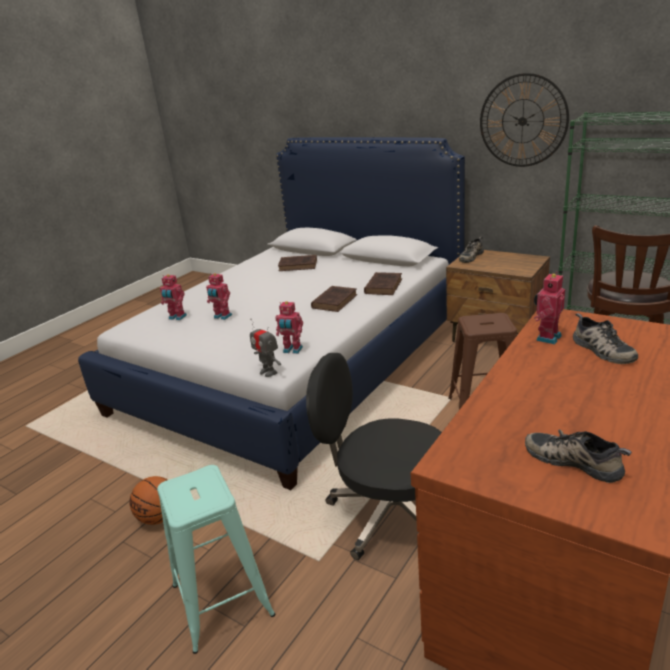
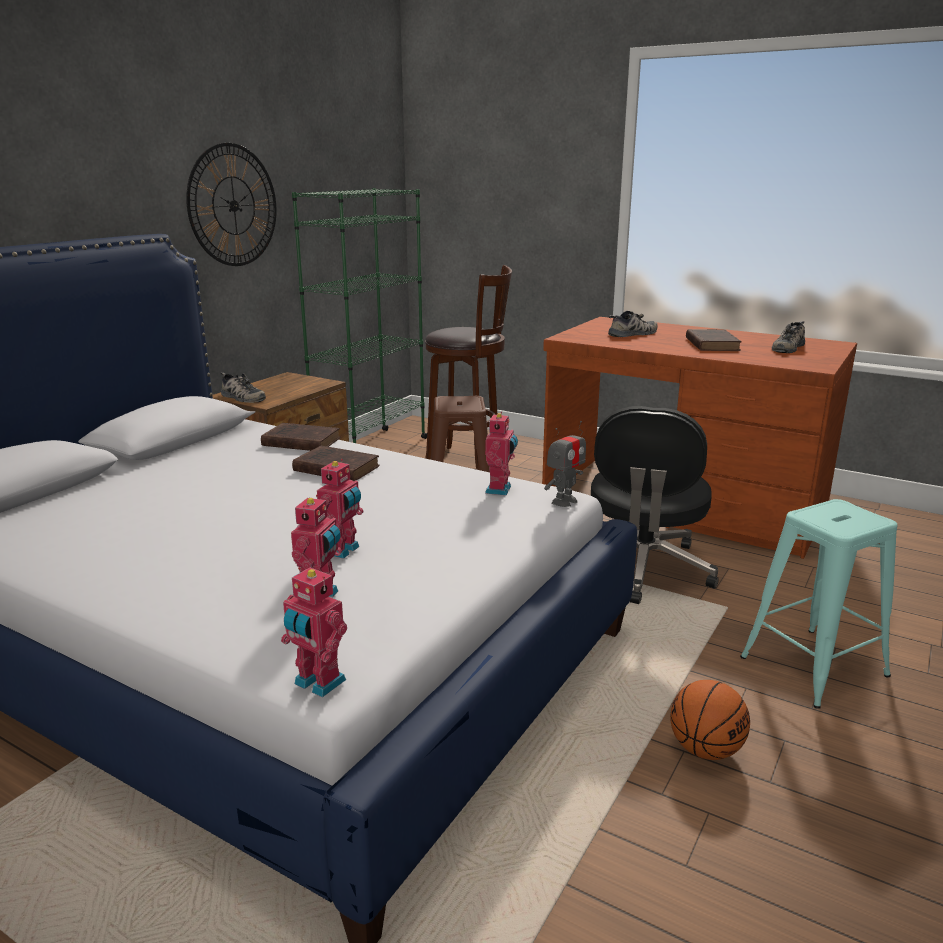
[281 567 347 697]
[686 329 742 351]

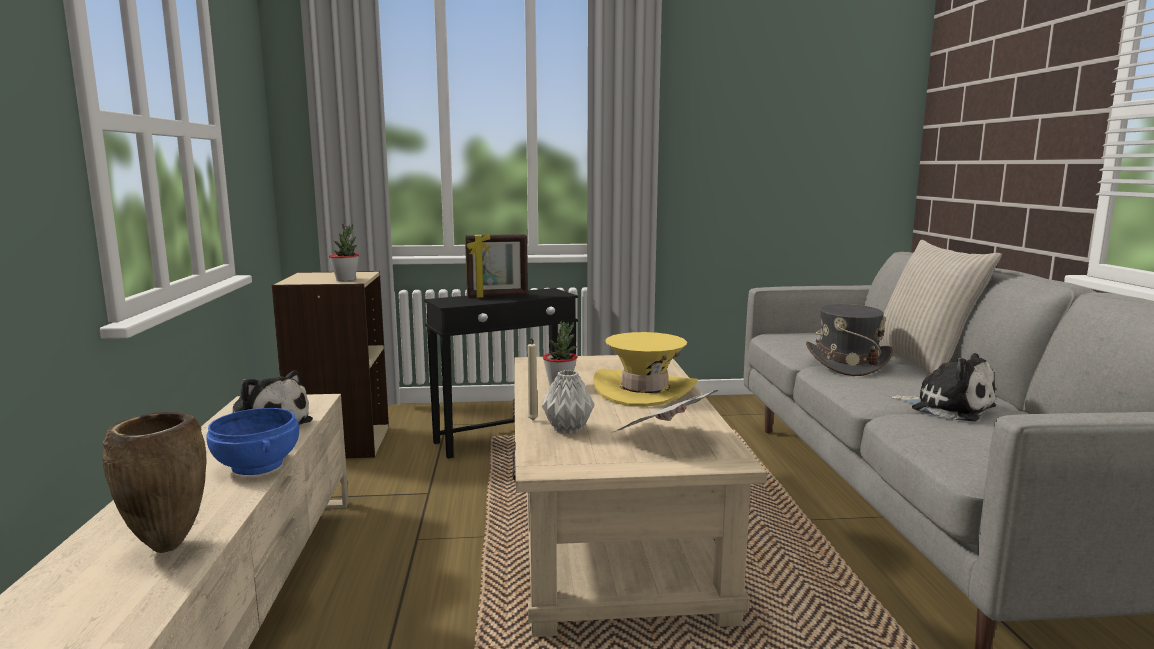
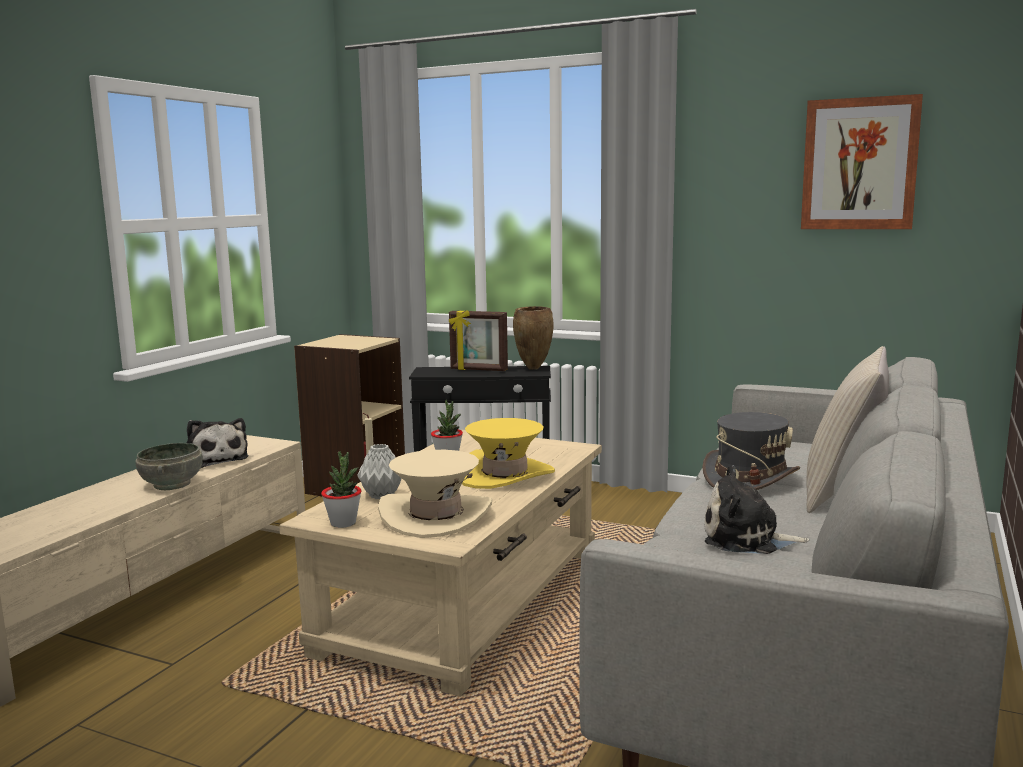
[136 443 203 490]
[321 451 361 528]
[378 450 492 538]
[513 306 554 370]
[704 465 810 554]
[801 94 923 229]

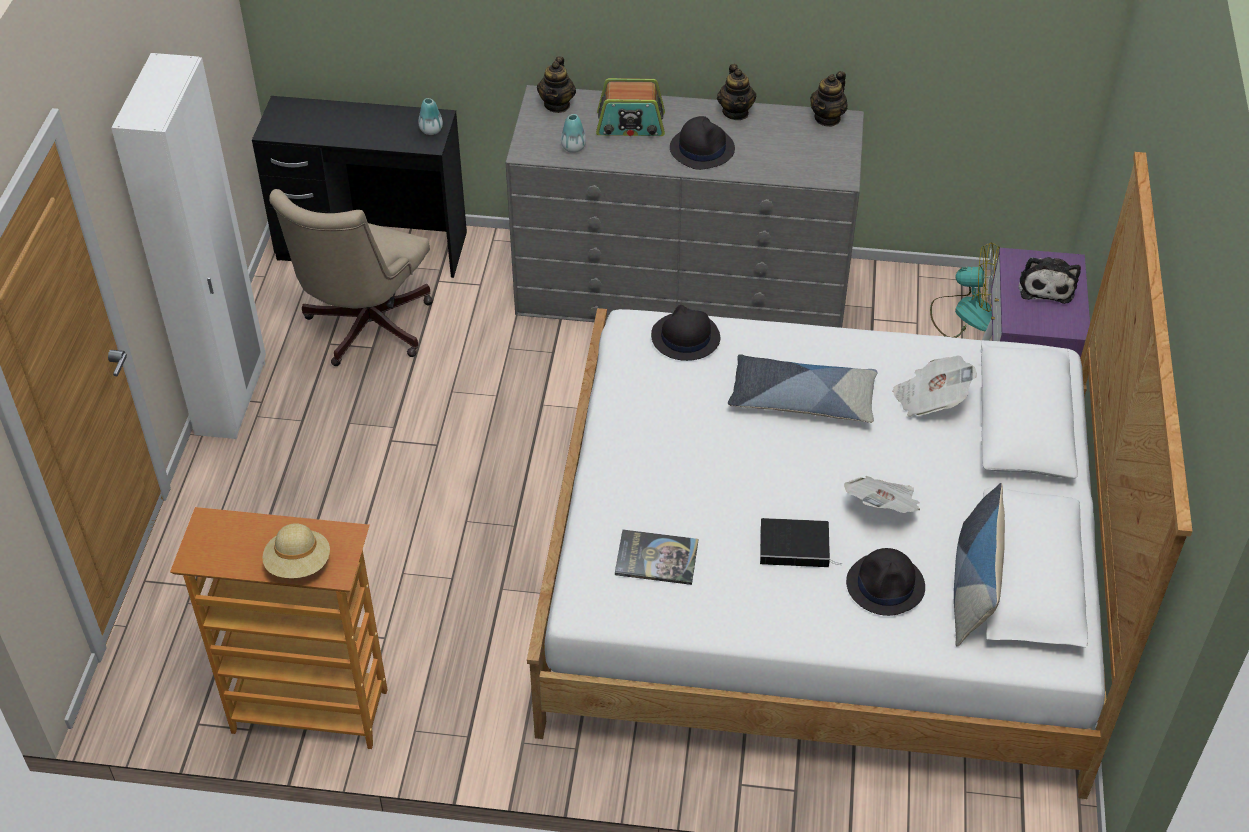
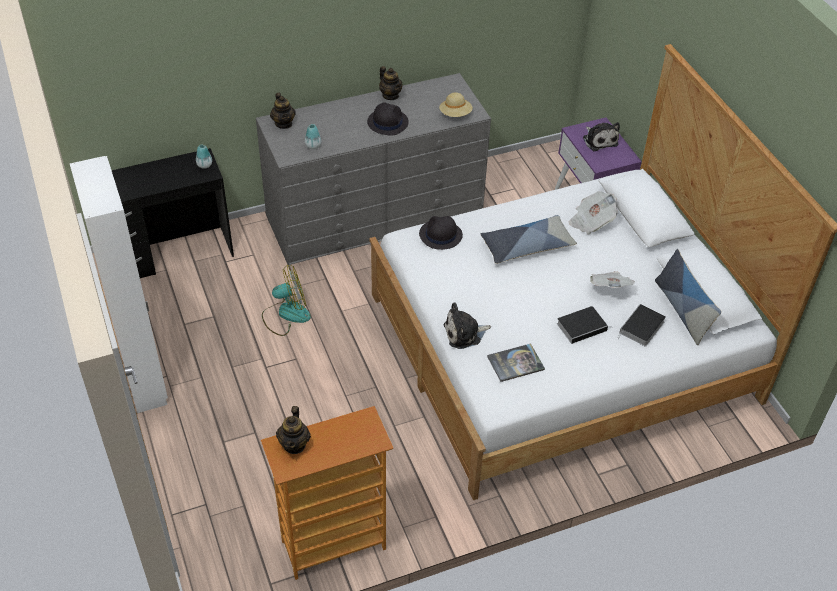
[262 265 311 336]
[276 406 311 454]
[439 92 473 117]
[443 303 491 349]
[617 304 666 347]
[269 189 433 366] (first image)
[596 78 665 136] (first image)

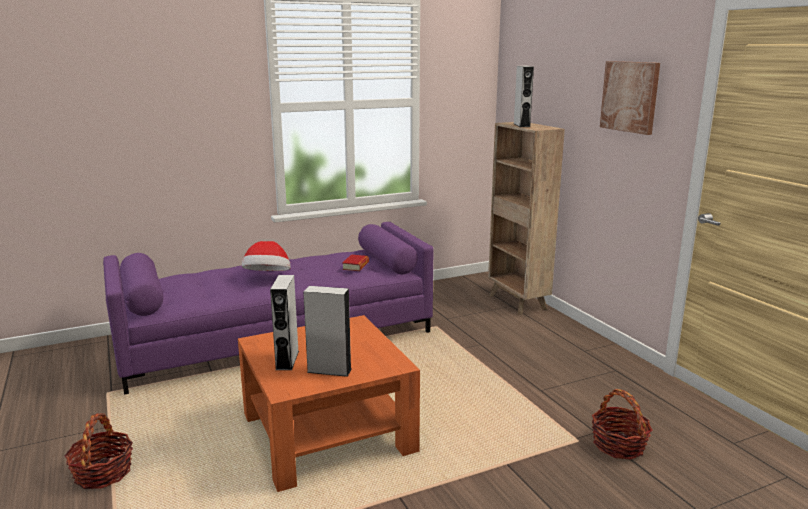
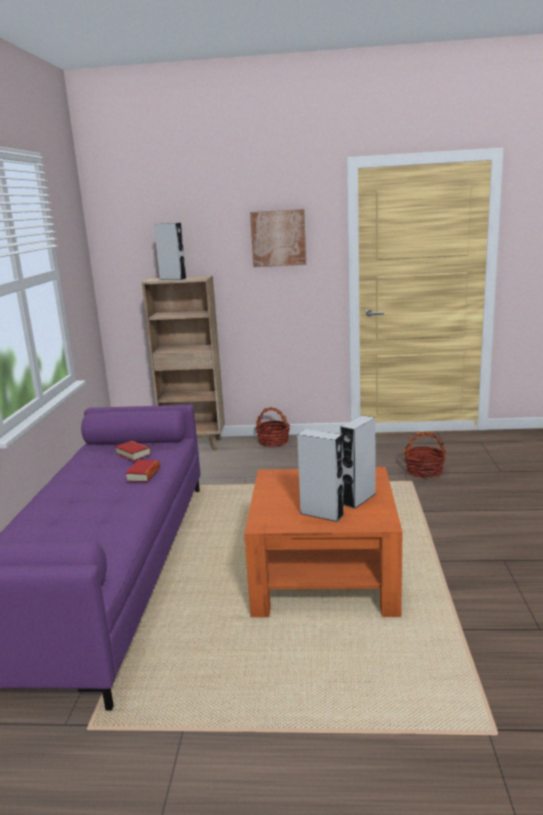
[125 460 160 482]
[255 407 290 447]
[242 241 291 271] (first image)

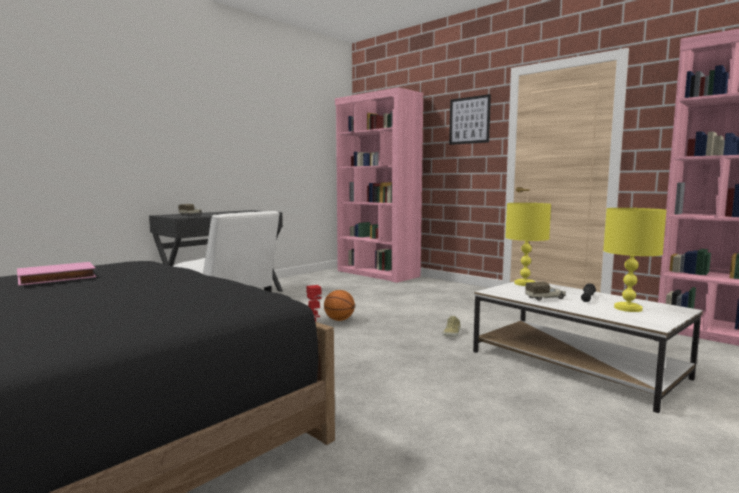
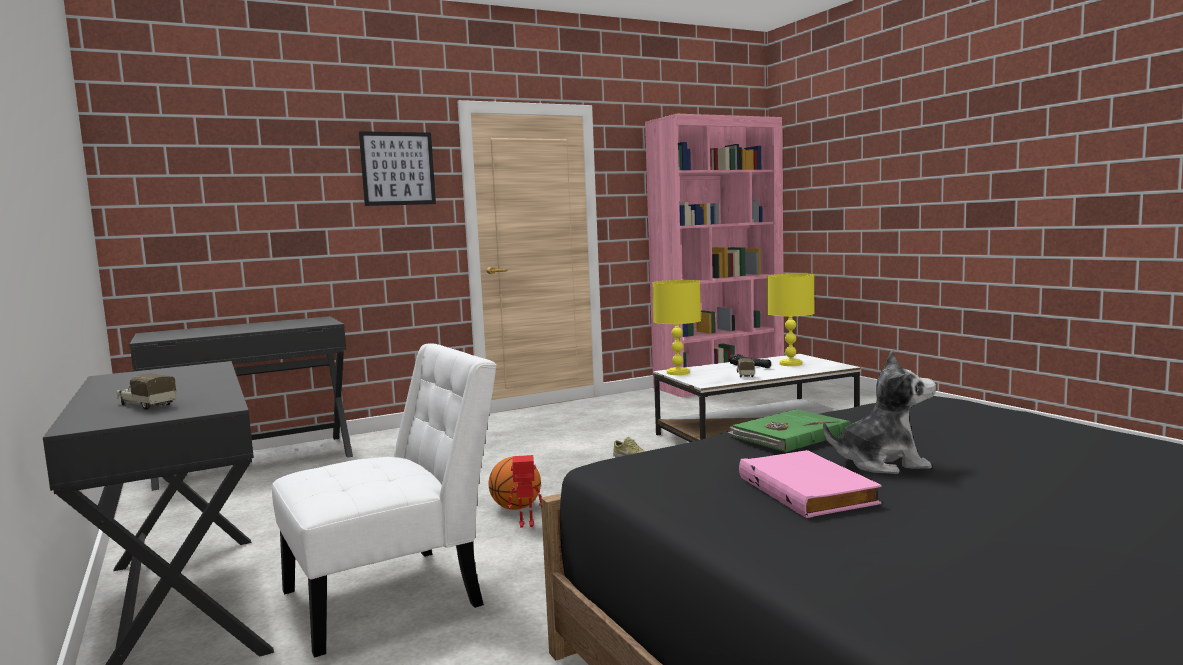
[130 316 353 491]
[727 409 851 452]
[823 350 936 474]

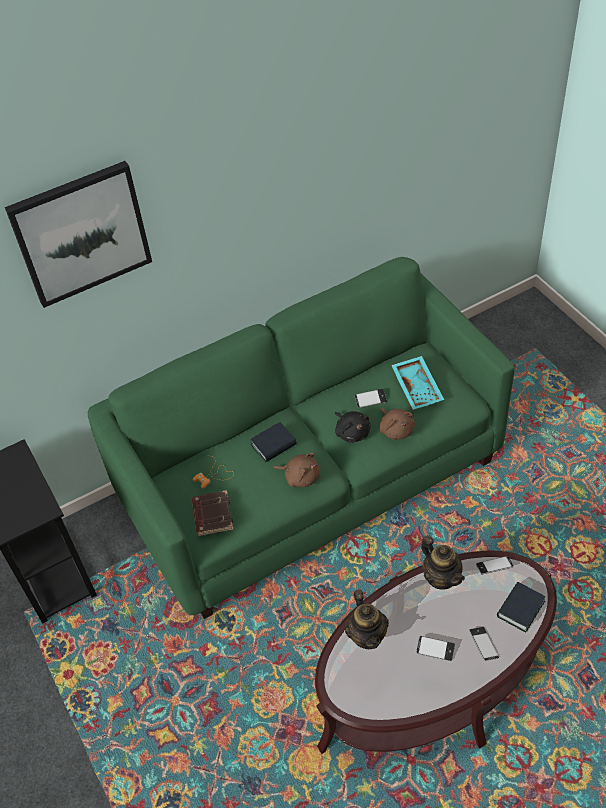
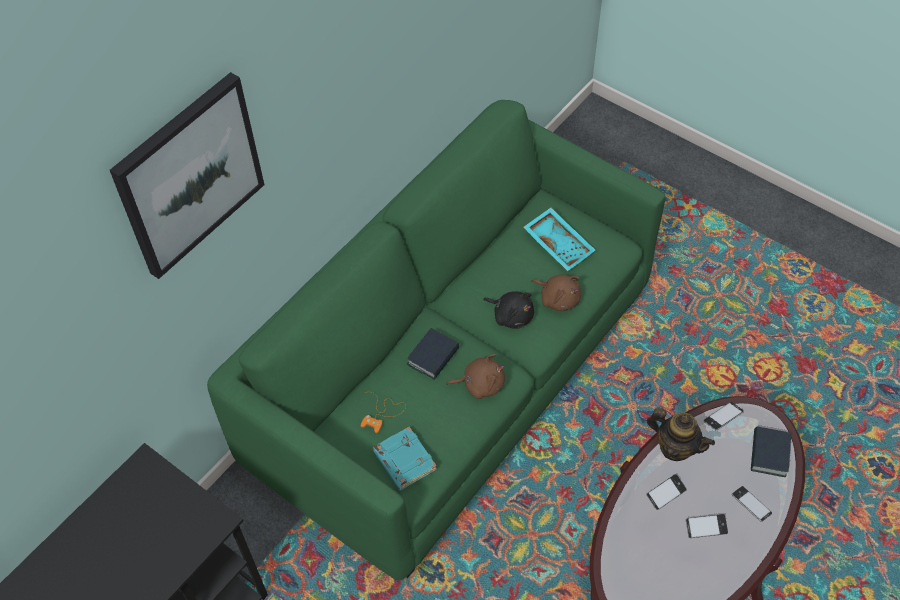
[373 427 437 490]
[646 474 687 510]
[345 590 389 649] (first image)

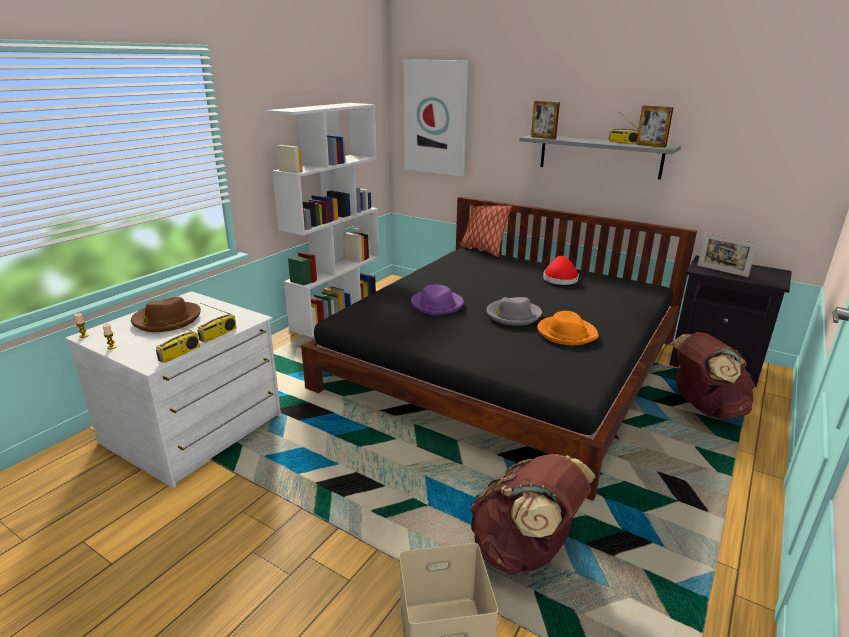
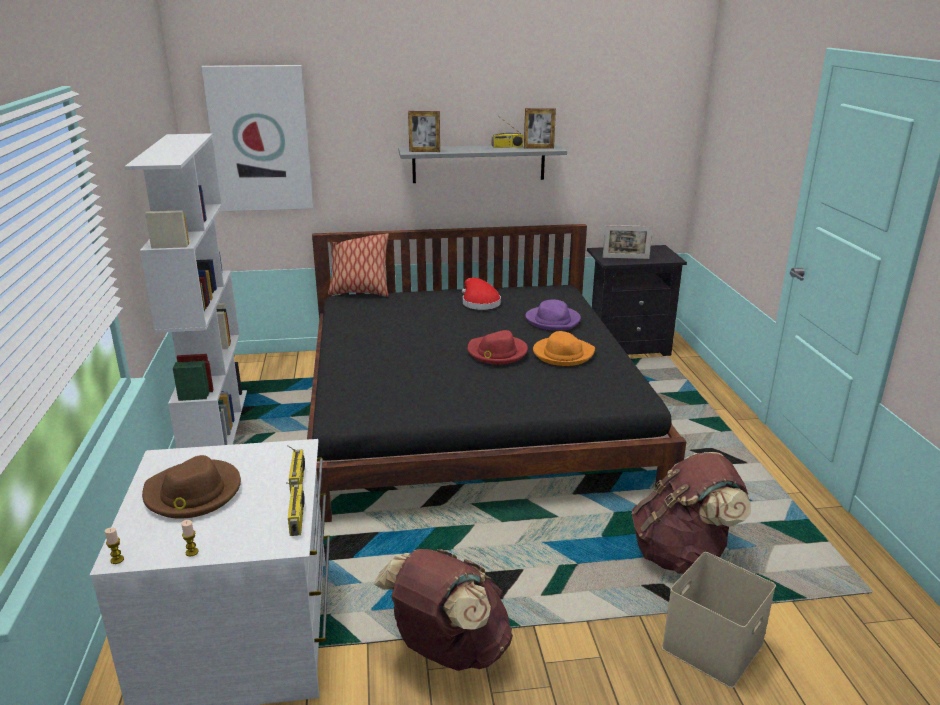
[374 549 513 671]
[467 330 528 364]
[526 299 581 330]

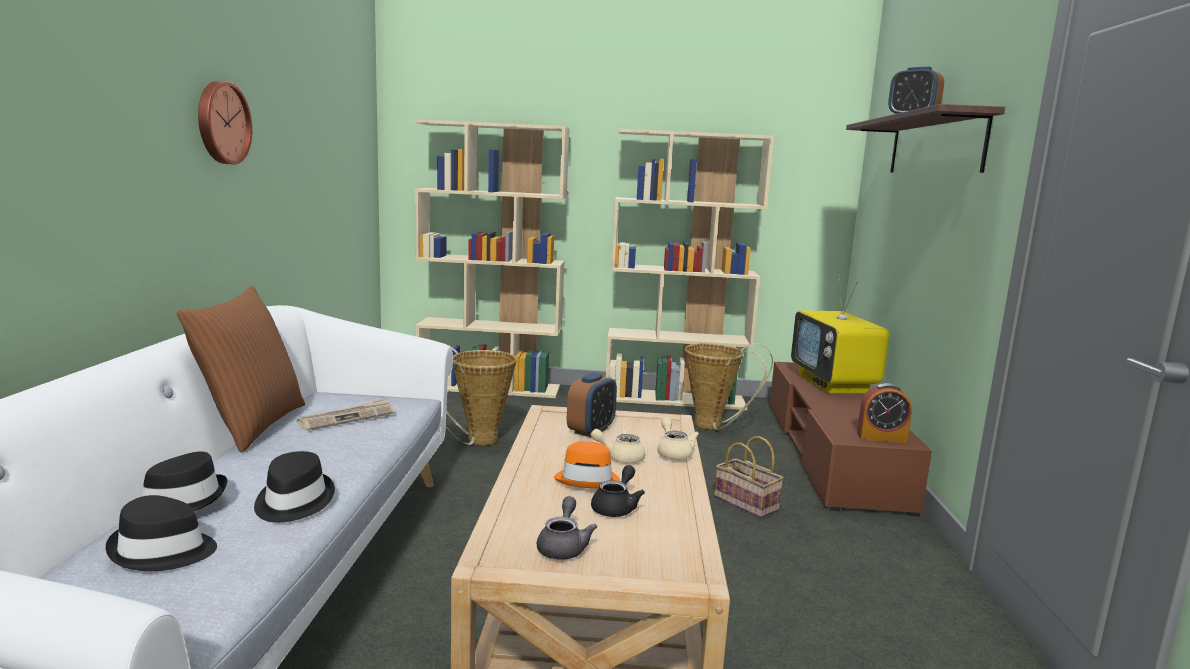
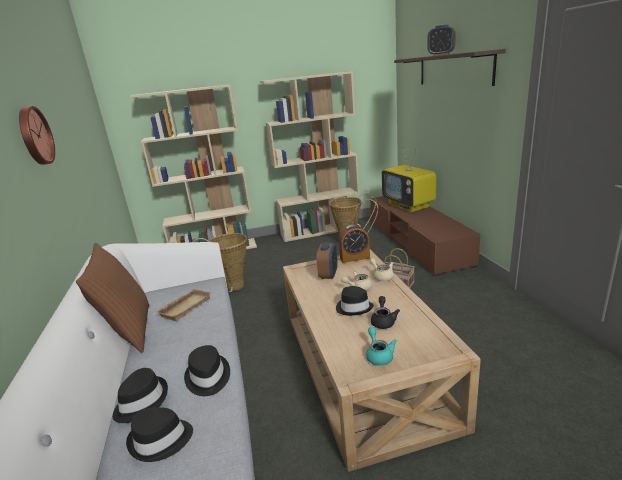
[156 289 211 321]
[336 286 374 316]
[339 224 370 263]
[366 327 397 366]

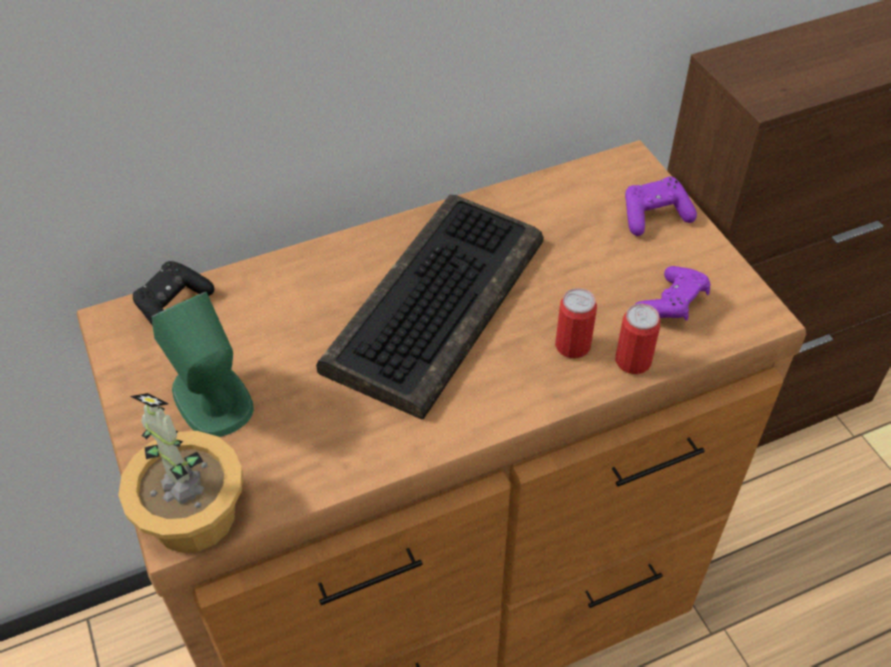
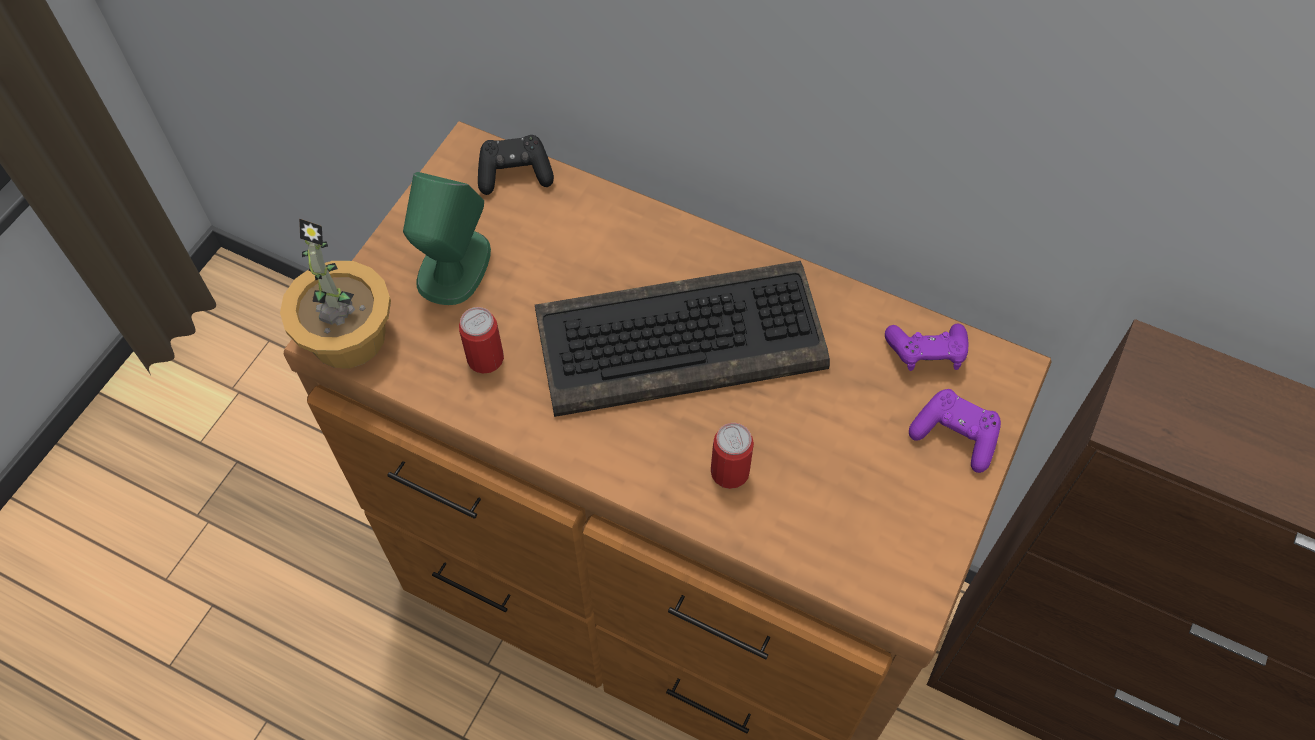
[459 307 504 373]
[885 324 968 371]

